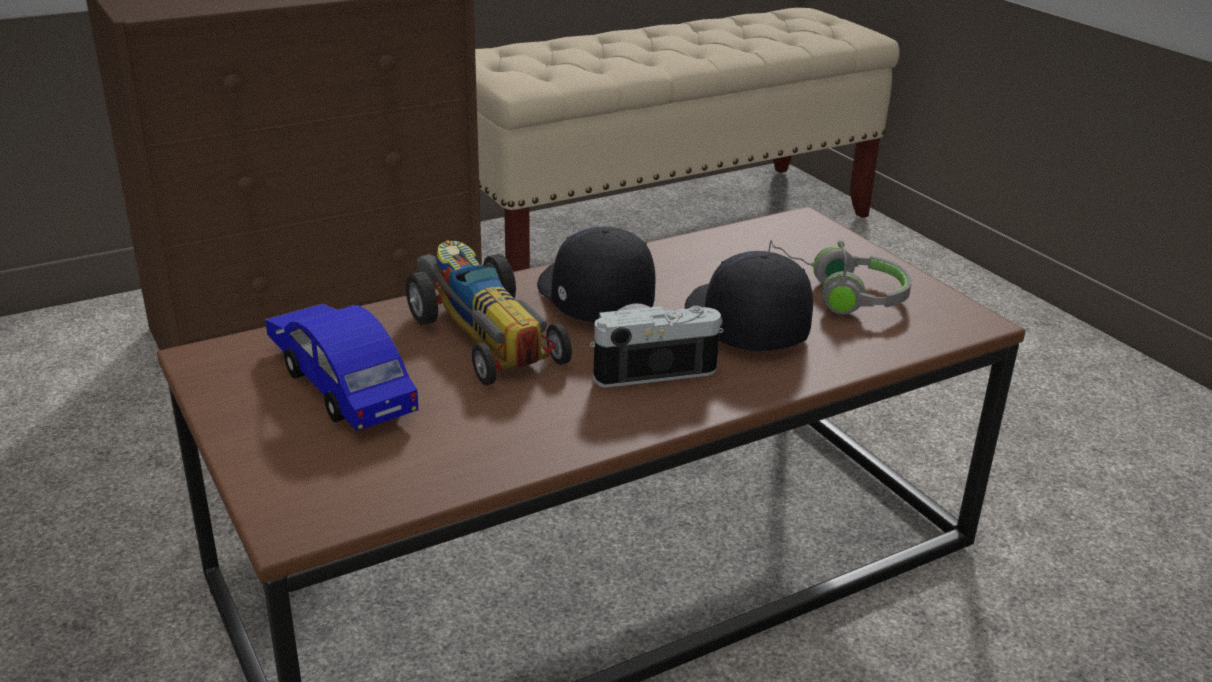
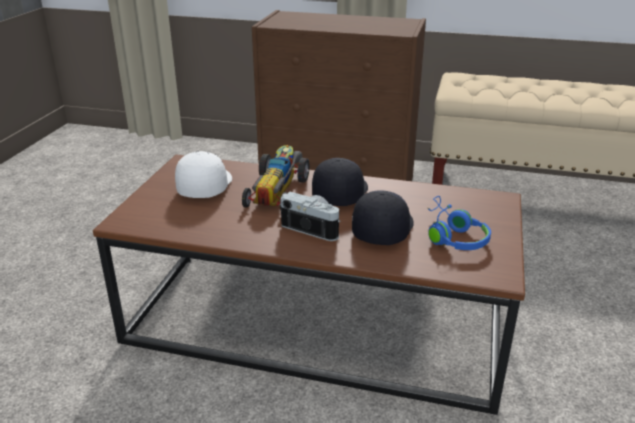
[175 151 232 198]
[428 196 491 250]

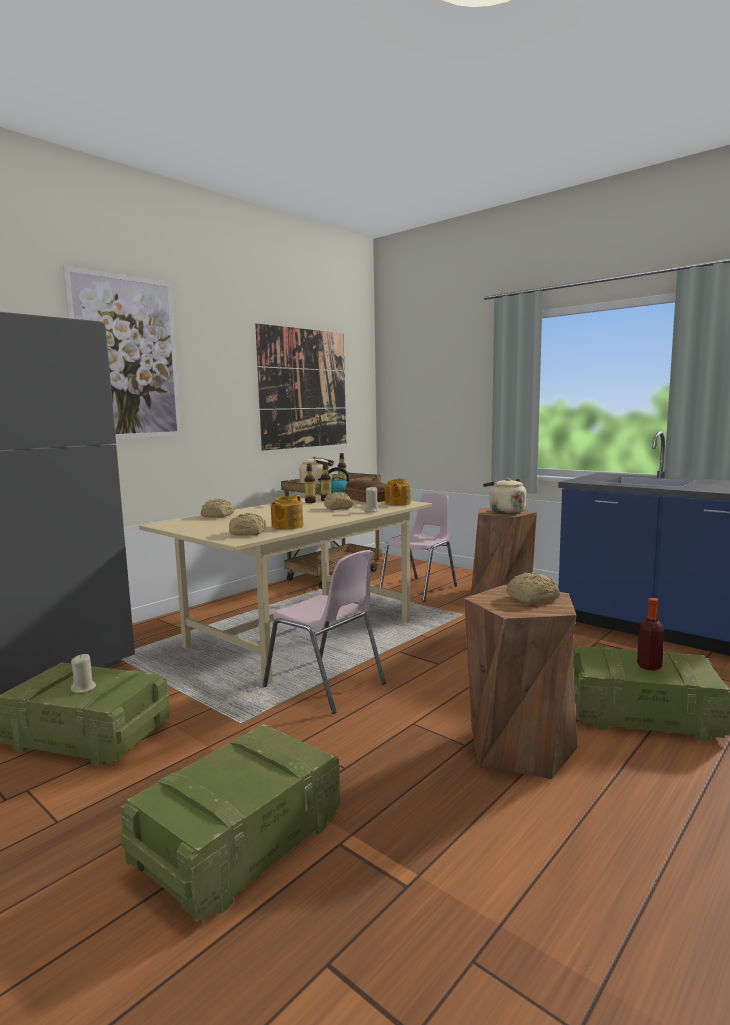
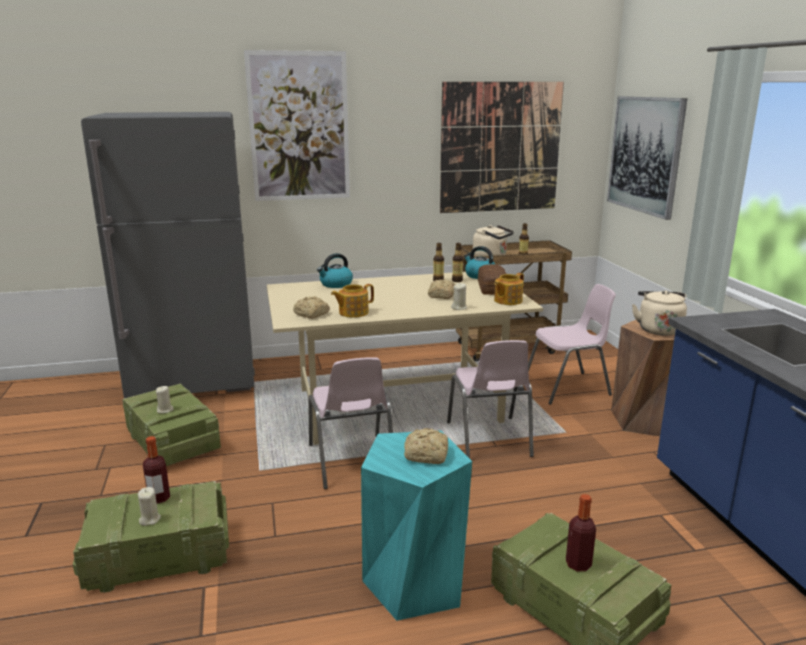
[138 487 161 526]
[143 436 170 504]
[317 253 353 288]
[361 430 472 621]
[447 340 534 458]
[607 96 688 220]

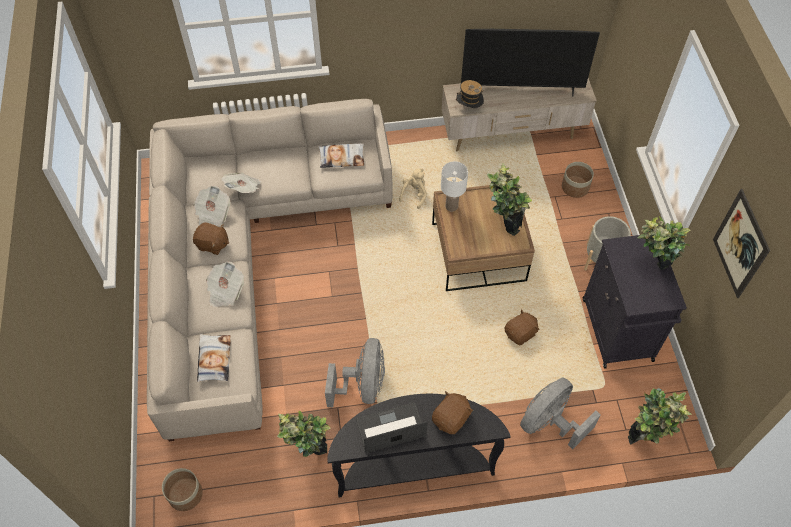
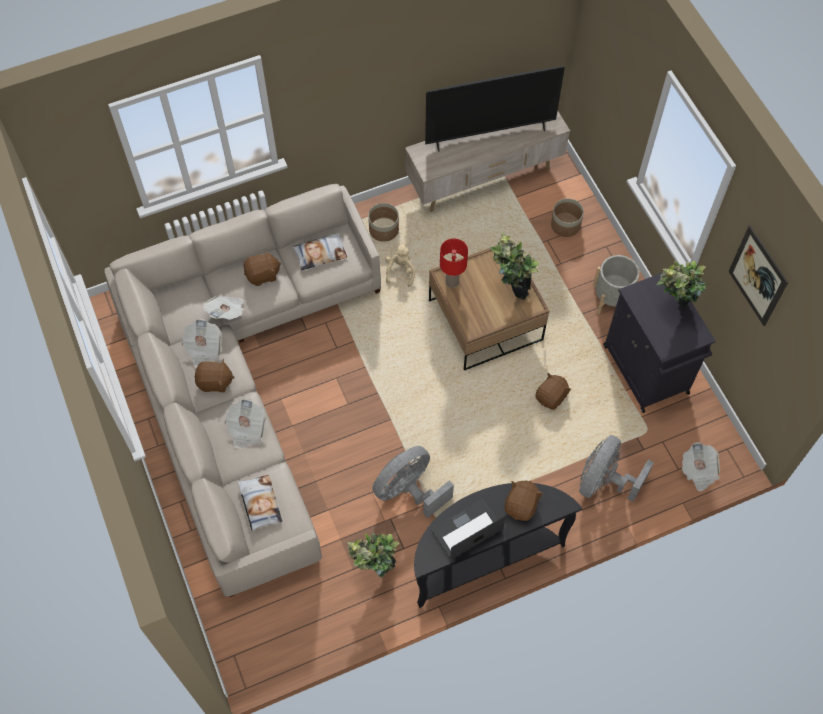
[244 251 281 286]
[368 203 399 242]
[372 446 454 518]
[440 239 468 288]
[682 442 720 492]
[455 80 484 108] (first image)

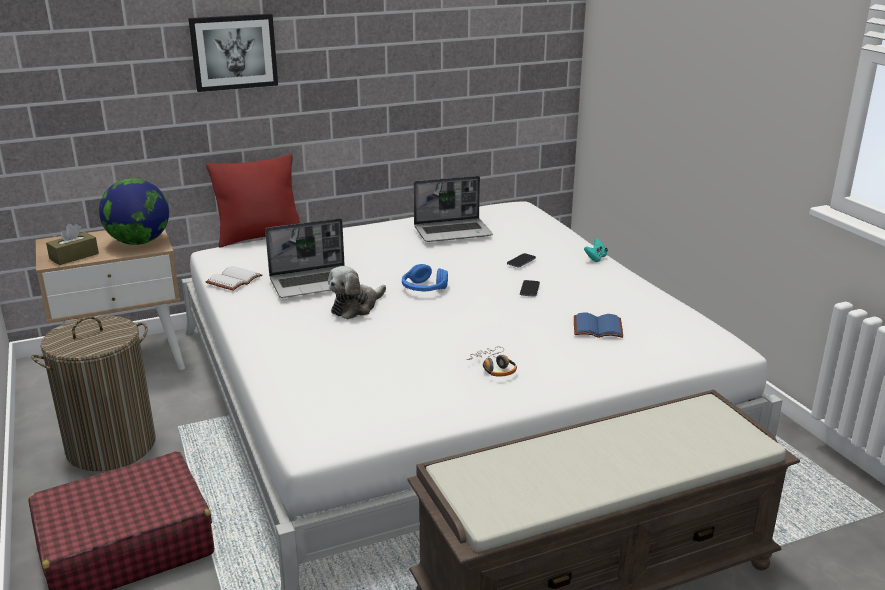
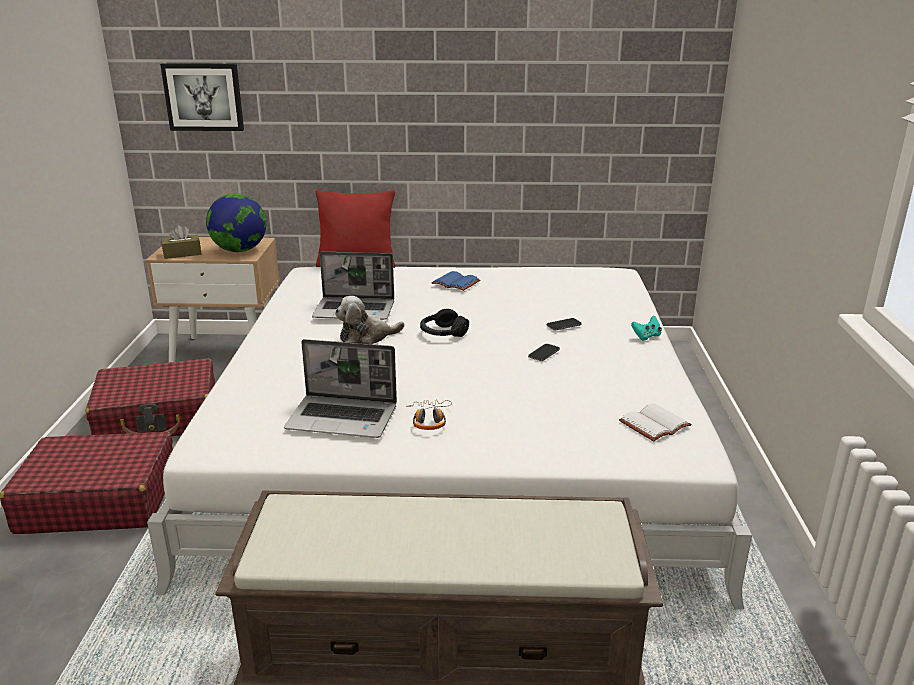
[86 358 215 436]
[160 63 244 131]
[284 339 397 438]
[420 309 469 337]
[432 271 480 291]
[619 403 692 441]

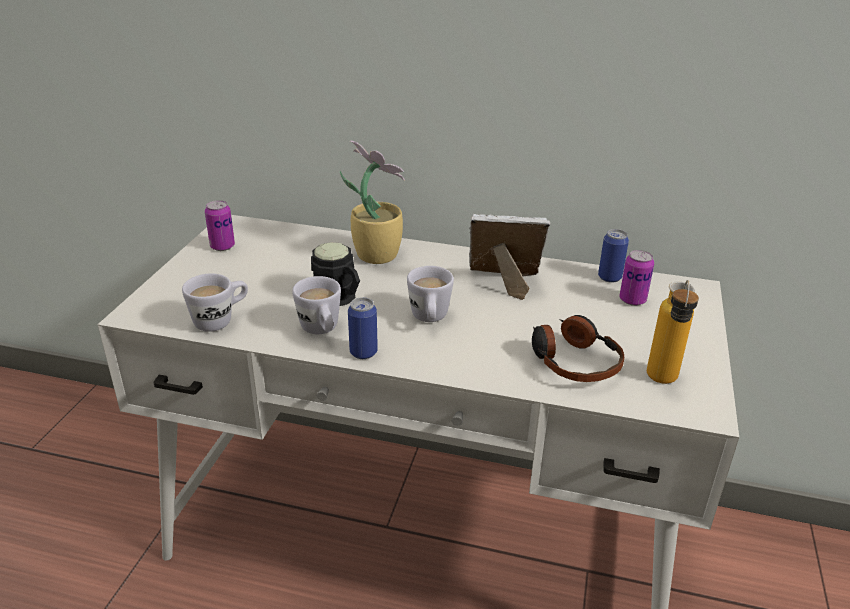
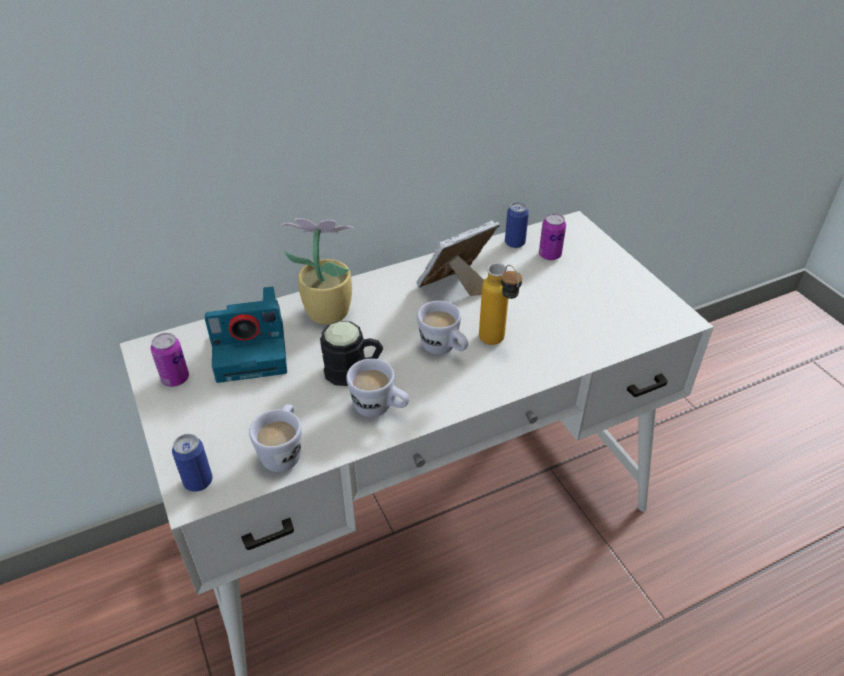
[172 434 212 492]
[205 287 287 383]
[479 263 522 345]
[532 315 624 382] (first image)

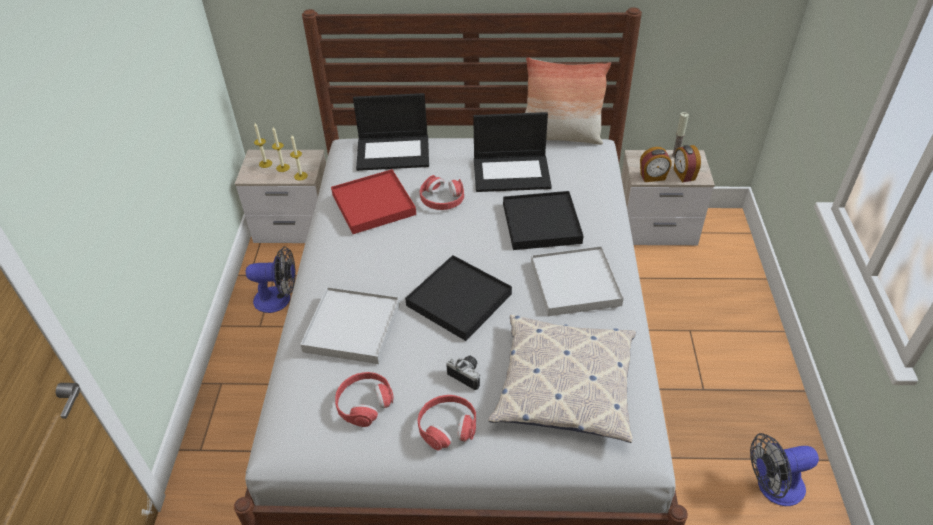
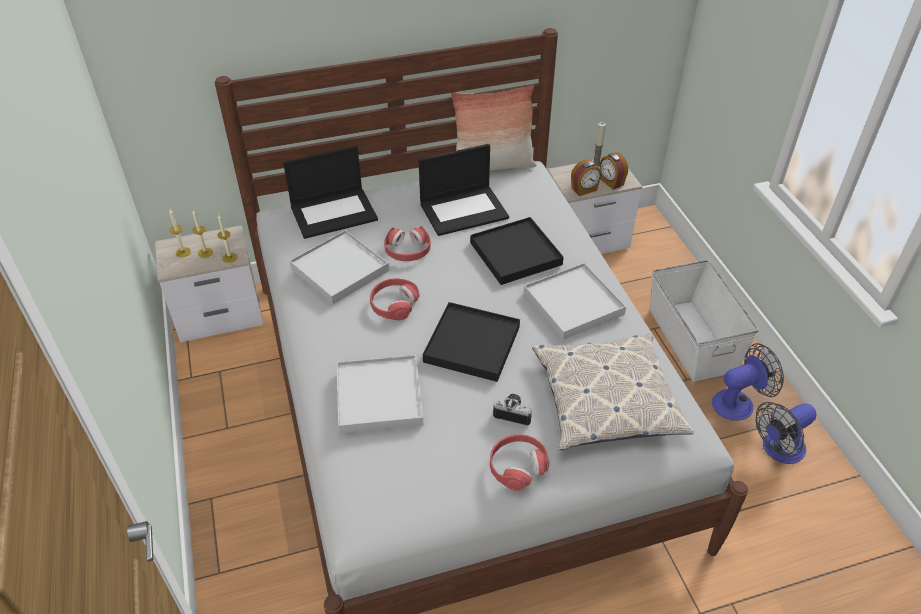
[289 230 389 304]
[370 278 420 320]
[650 260 759 382]
[712 343 784 420]

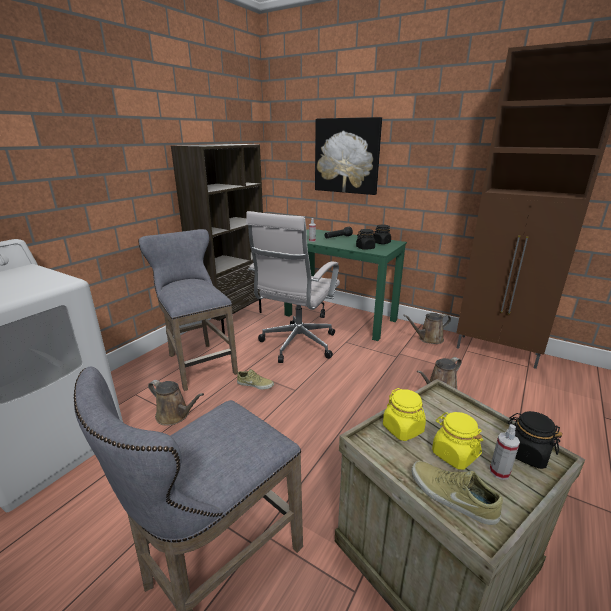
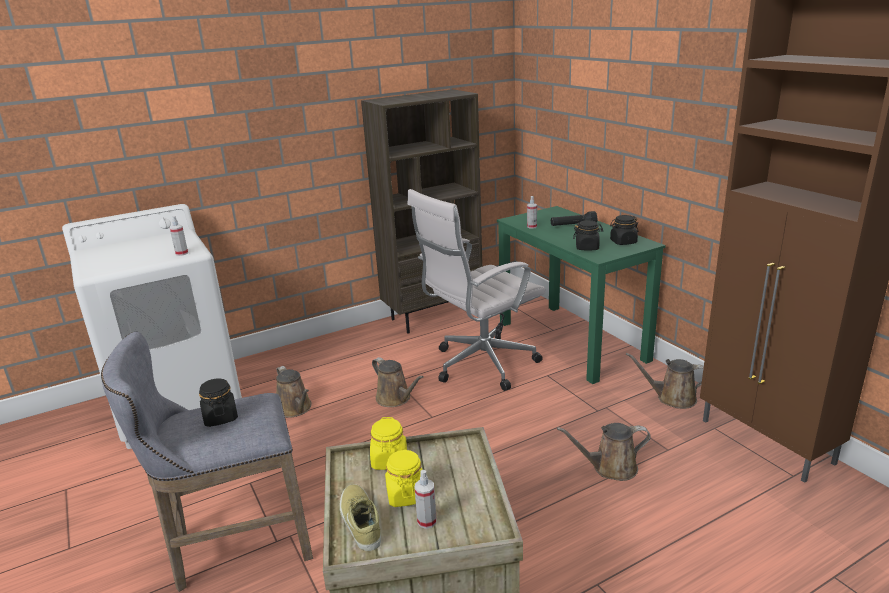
[169 216 188 256]
[199 378 238 427]
[372 357 424 407]
[138 229 238 391] (first image)
[315 117 382 195] (first image)

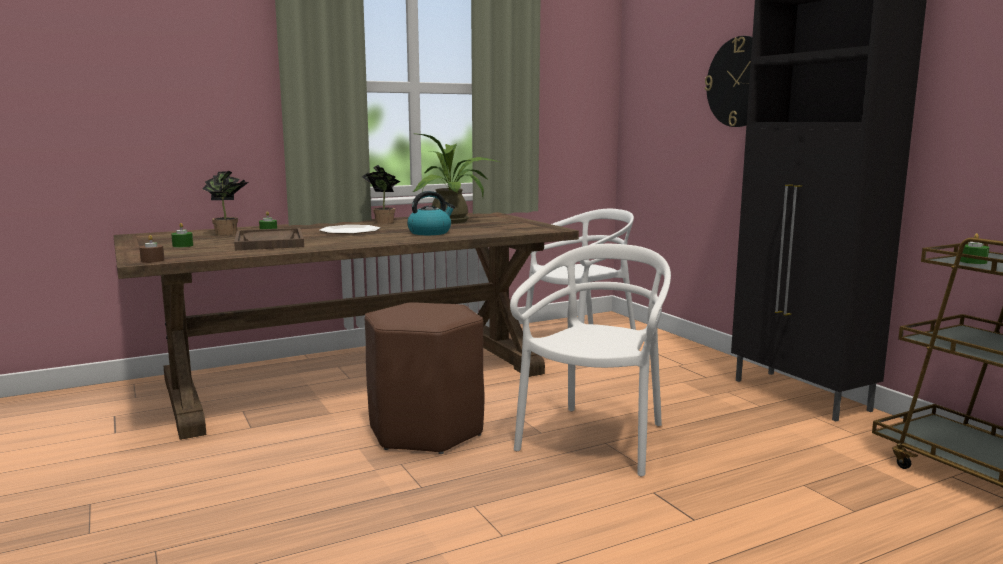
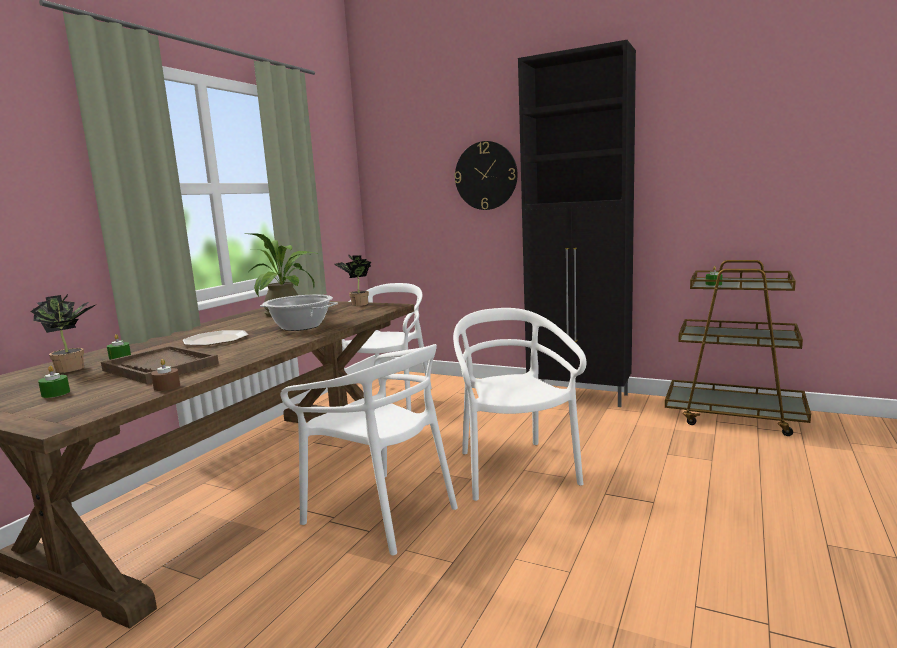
[151 359 180 391]
[260 295 338 331]
[281 344 458 555]
[334 255 371 306]

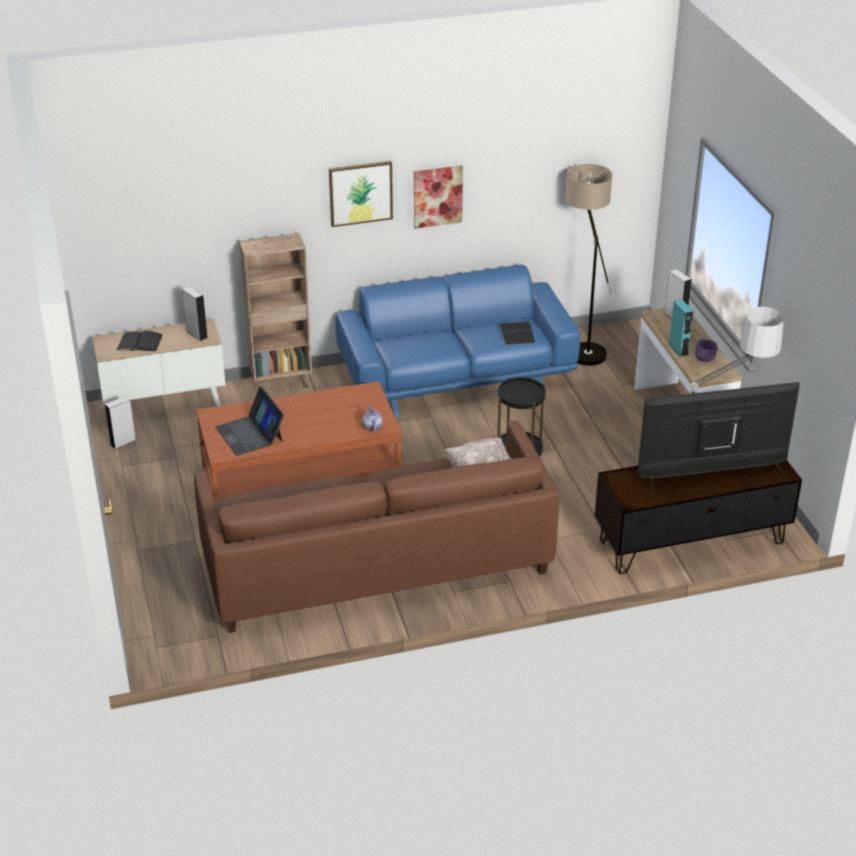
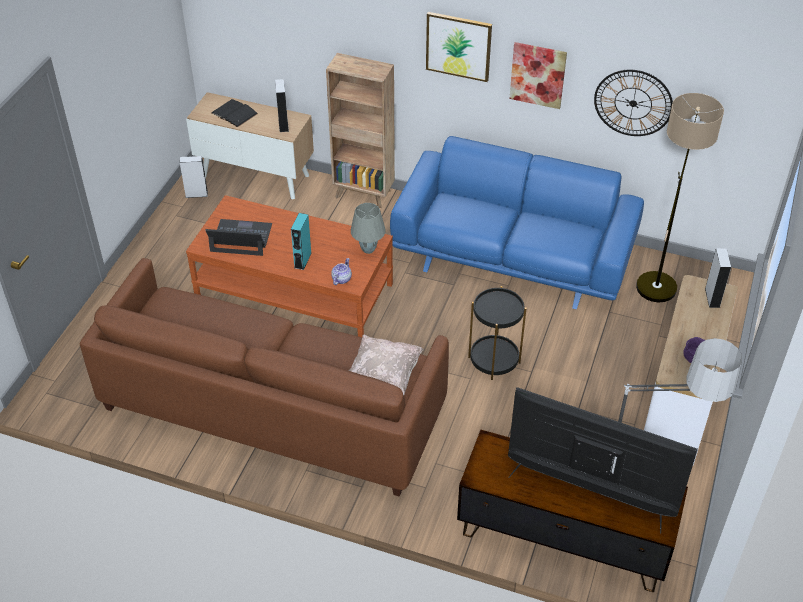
[206 219 272 256]
[291 213 312 270]
[351 203 386 254]
[594 70 673 136]
[500 321 535 345] (first image)

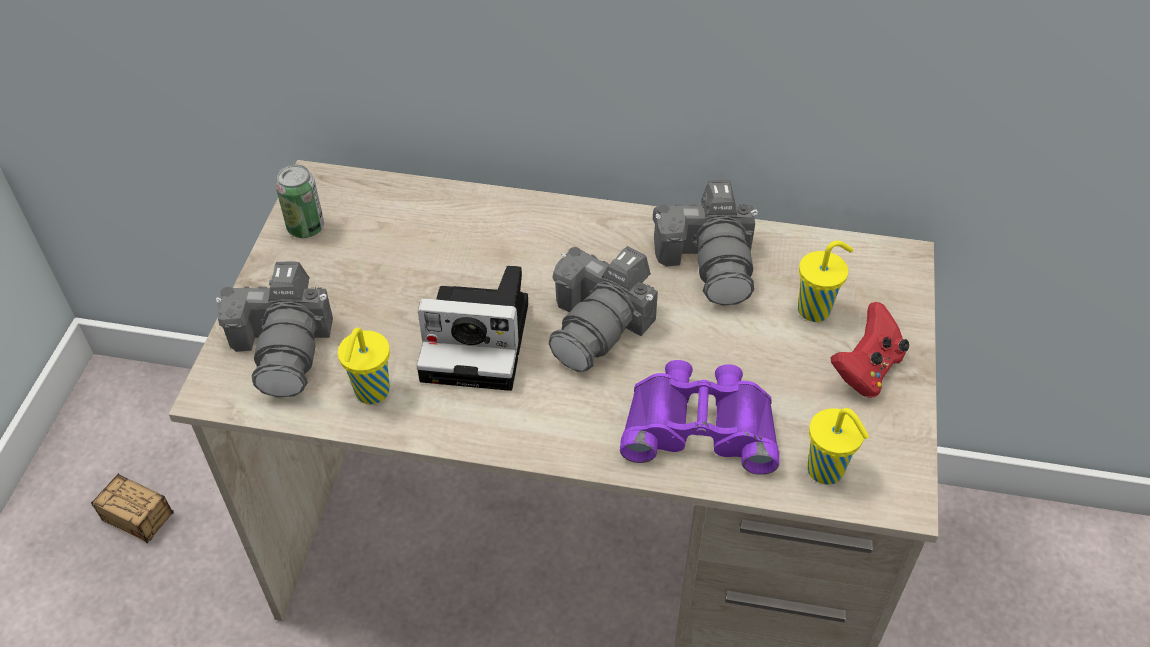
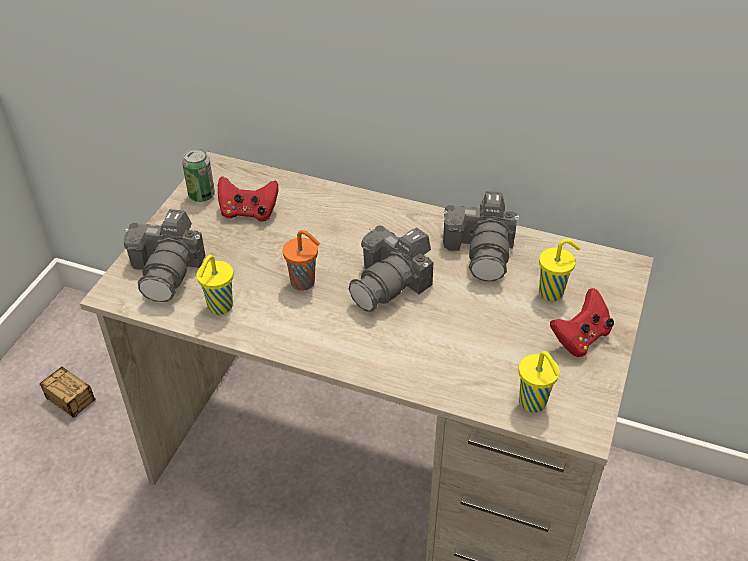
[218 176 278 221]
[282 230 320 291]
[620 360 779 475] (first image)

